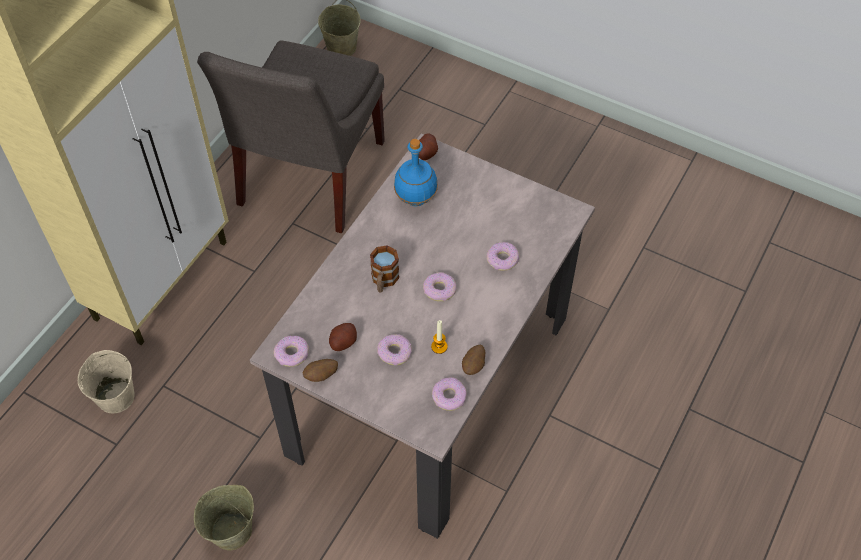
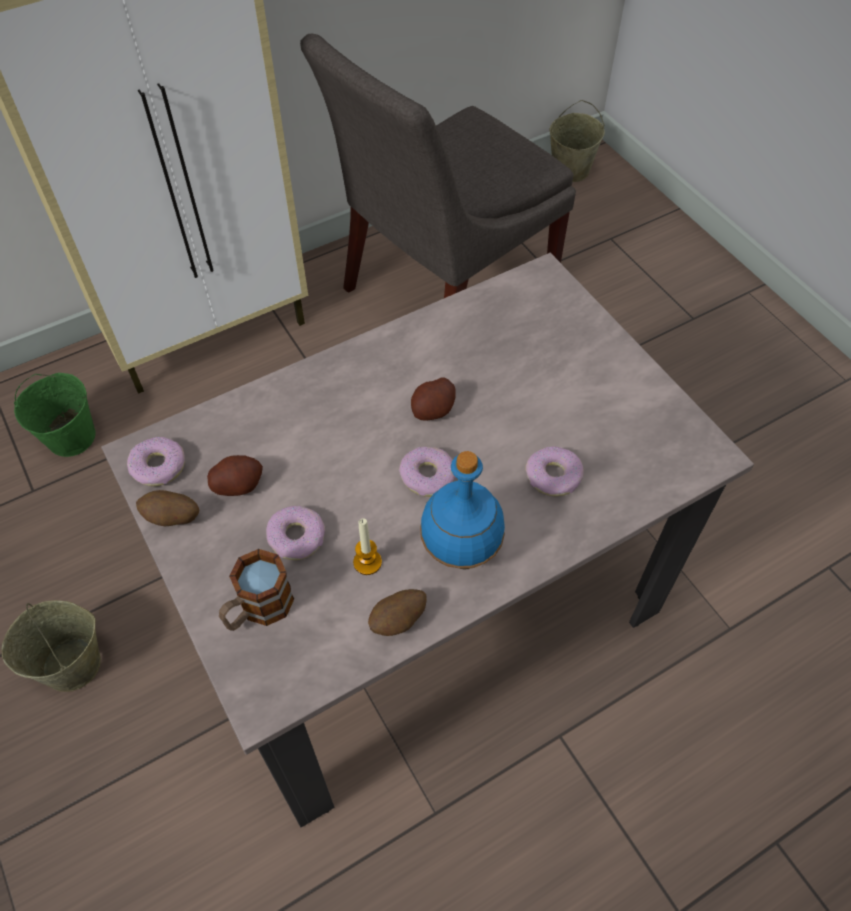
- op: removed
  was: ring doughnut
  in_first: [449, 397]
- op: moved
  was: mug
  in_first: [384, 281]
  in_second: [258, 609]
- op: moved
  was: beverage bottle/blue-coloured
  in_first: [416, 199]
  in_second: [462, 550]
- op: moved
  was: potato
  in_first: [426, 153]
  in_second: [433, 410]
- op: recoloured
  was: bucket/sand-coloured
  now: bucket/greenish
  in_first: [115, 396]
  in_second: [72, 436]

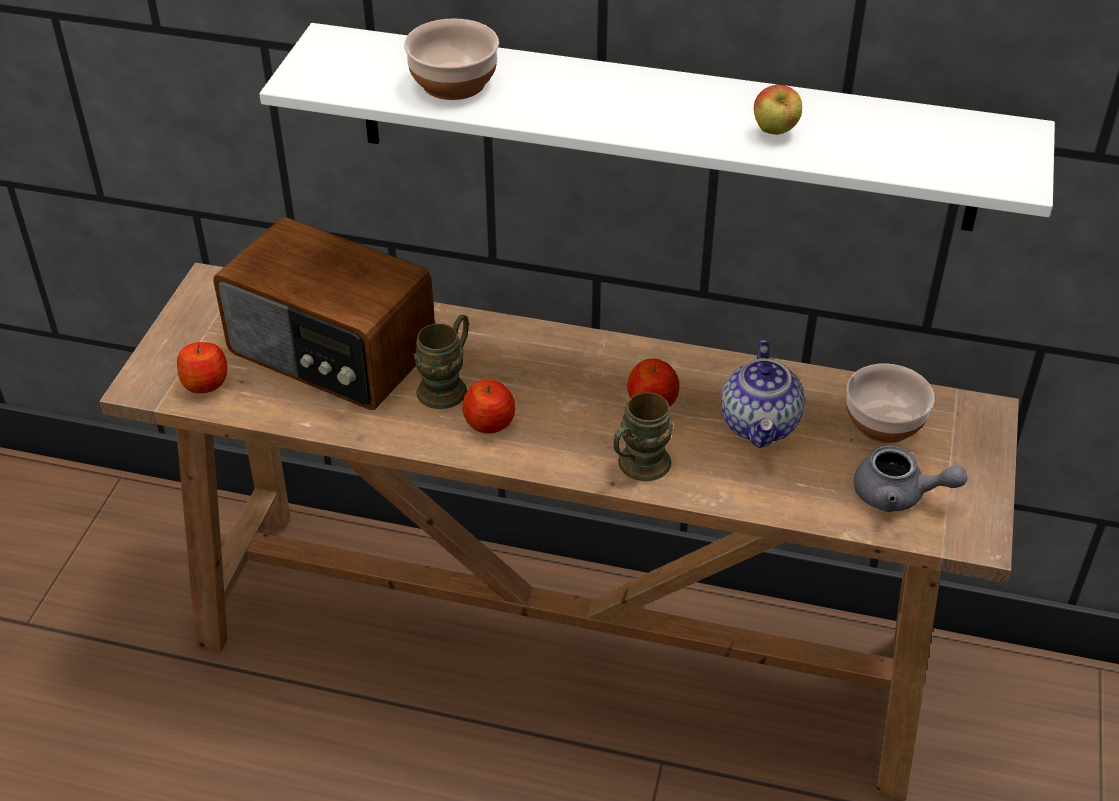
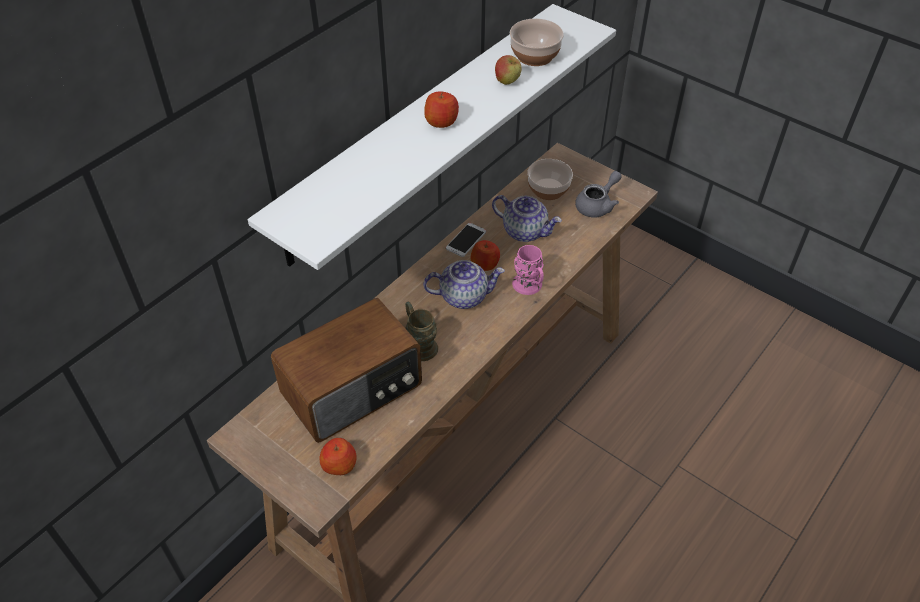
- op: added
  now: teapot
  in_second: [464, 296]
- op: added
  now: phone
  in_second: [466, 240]
- op: moved
  was: bowl
  in_first: [453, 83]
  in_second: [535, 56]
- op: moved
  was: whole apple
  in_first: [490, 423]
  in_second: [441, 121]
- op: recoloured
  was: mug/brown
  now: mug/pink
  in_first: [637, 467]
  in_second: [529, 287]

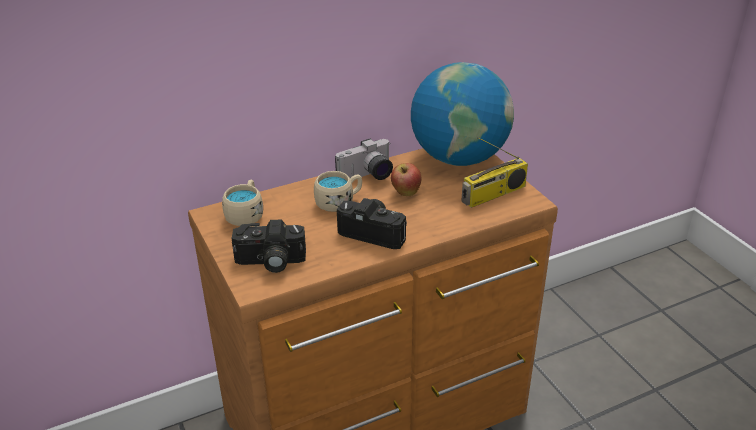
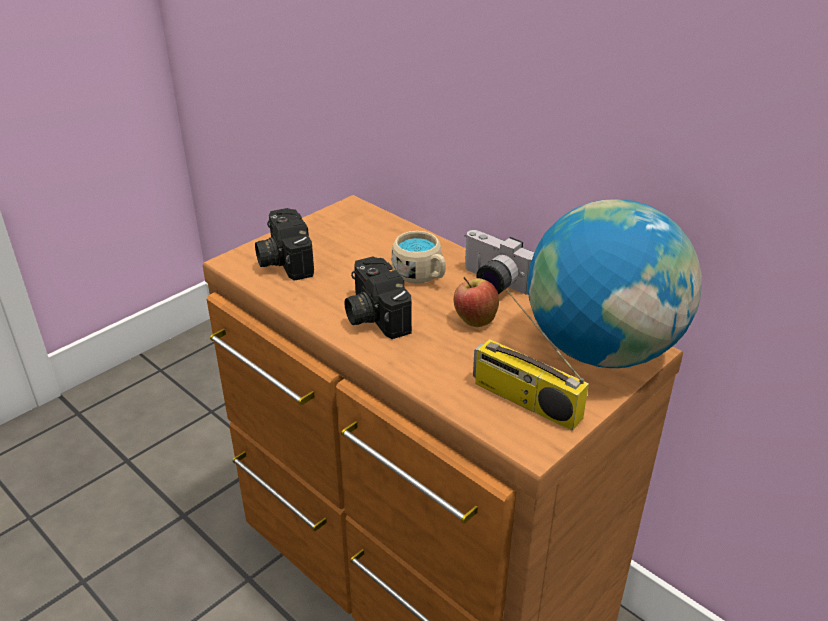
- op: removed
  was: mug/sand-coloured
  in_first: [246, 214]
- op: turned
  was: photo camera
  in_first: [375, 232]
  in_second: [372, 315]
  clockwise: 150

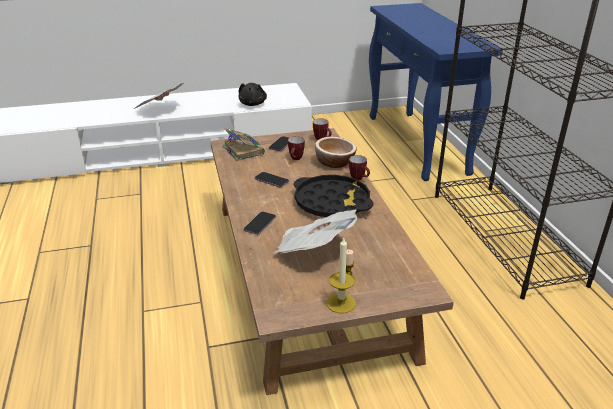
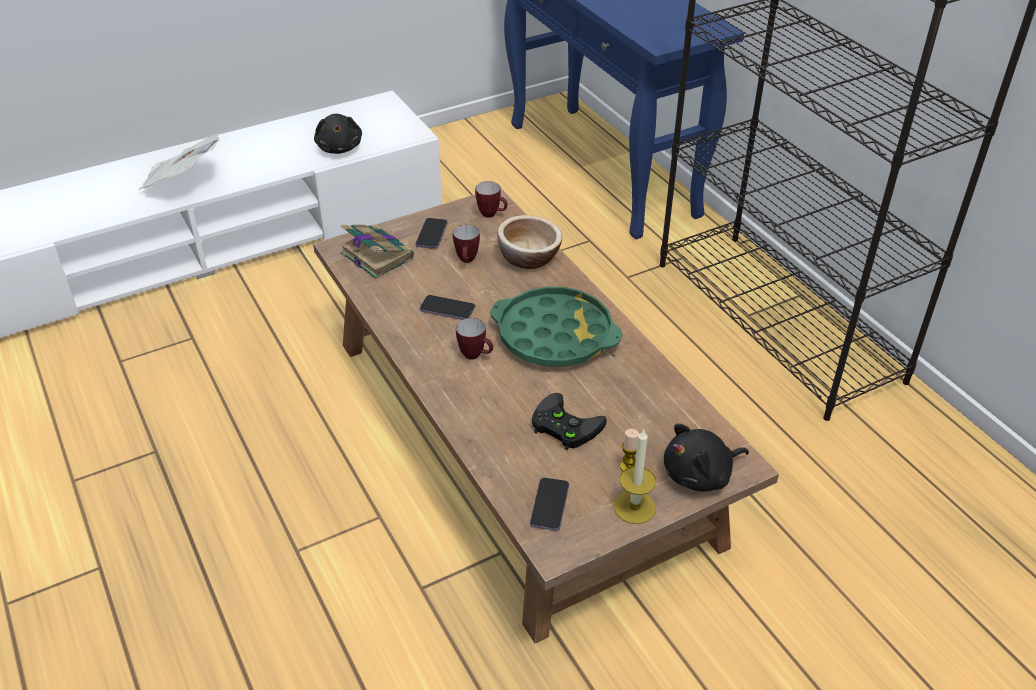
- op: added
  now: plush toy/blackish
  in_second: [700, 475]
- op: moved
  was: phone
  in_first: [260, 224]
  in_second: [549, 505]
- op: moved
  was: mug
  in_first: [359, 179]
  in_second: [476, 355]
- op: replaced
  was: newspaper
  now: game controller/blackish
  in_first: [314, 250]
  in_second: [563, 425]
- op: recoloured
  was: carrying tray/blackish
  now: carrying tray/greenish
  in_first: [332, 202]
  in_second: [555, 335]

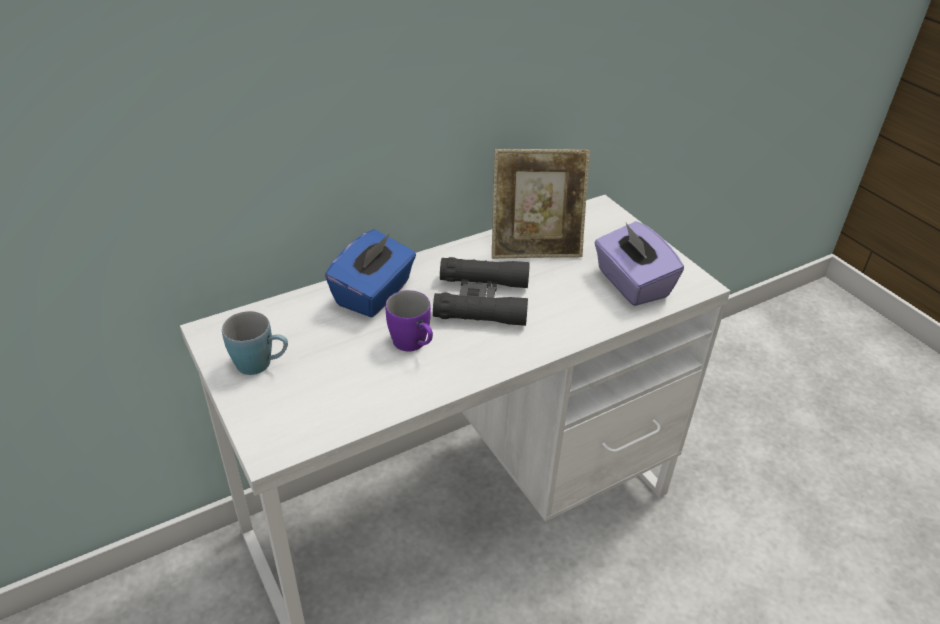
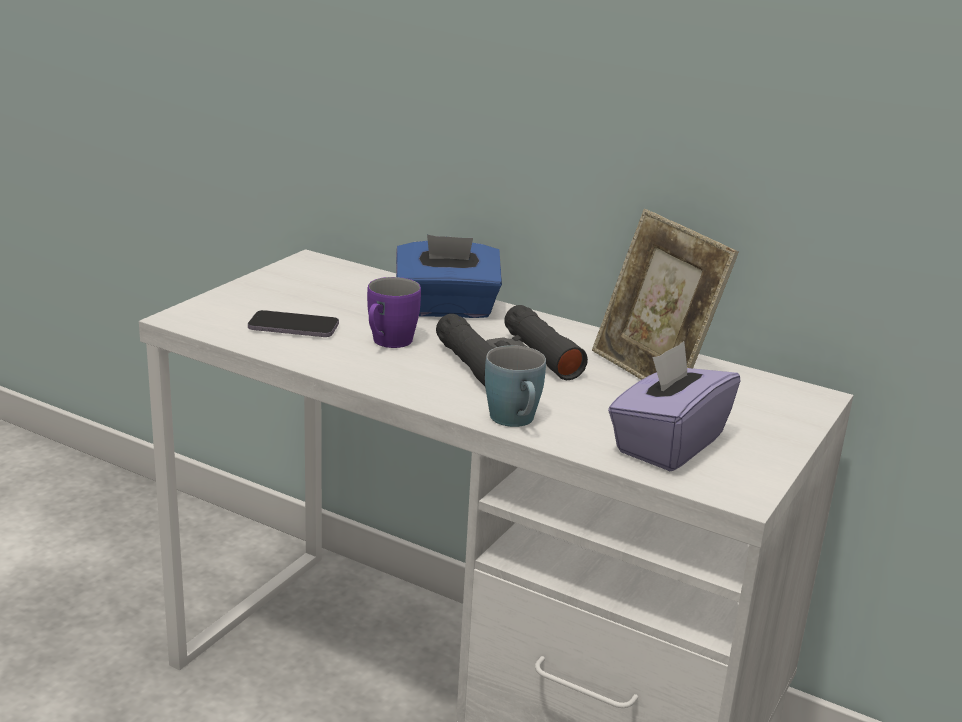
- op: added
  now: phone
  in_second: [293, 327]
- op: moved
  was: mug/blue-coloured
  in_first: [261, 364]
  in_second: [515, 422]

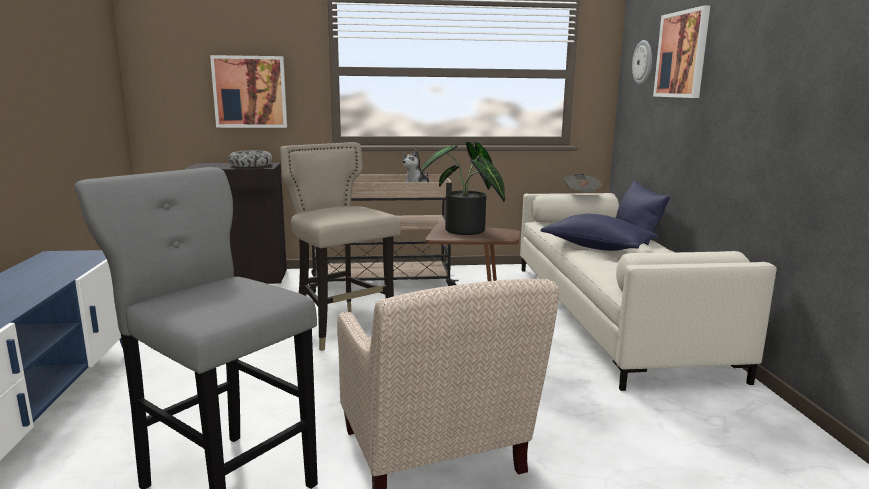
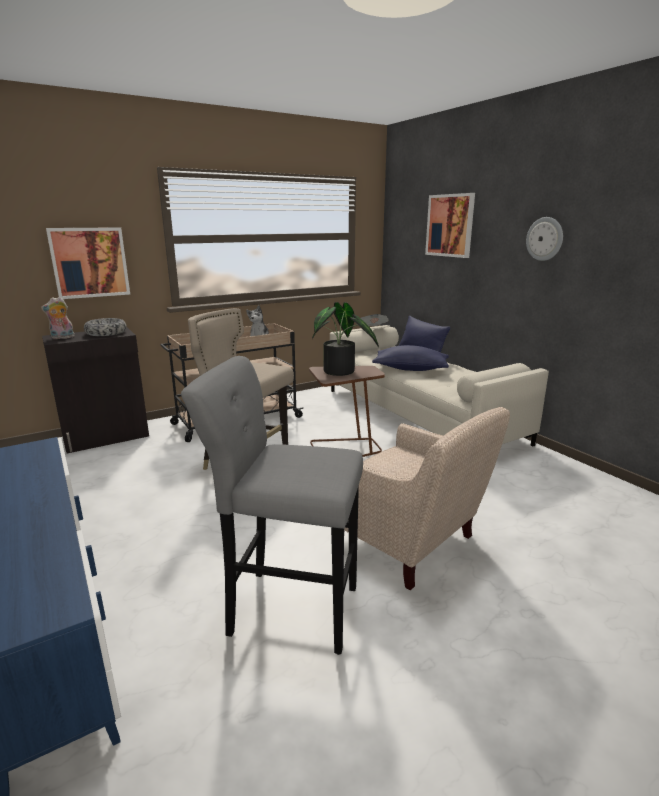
- op: added
  now: plush toy
  in_second: [62, 338]
- op: moved
  was: clock on the wall
  in_first: [643, 62]
  in_second: [545, 239]

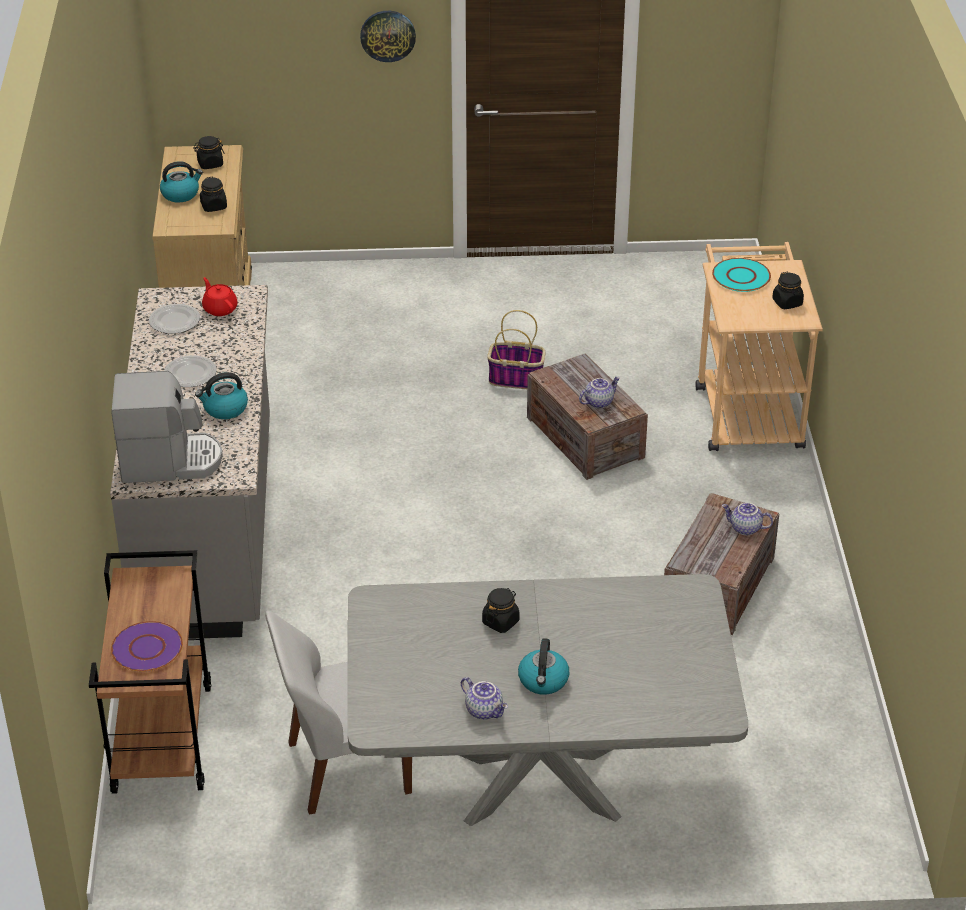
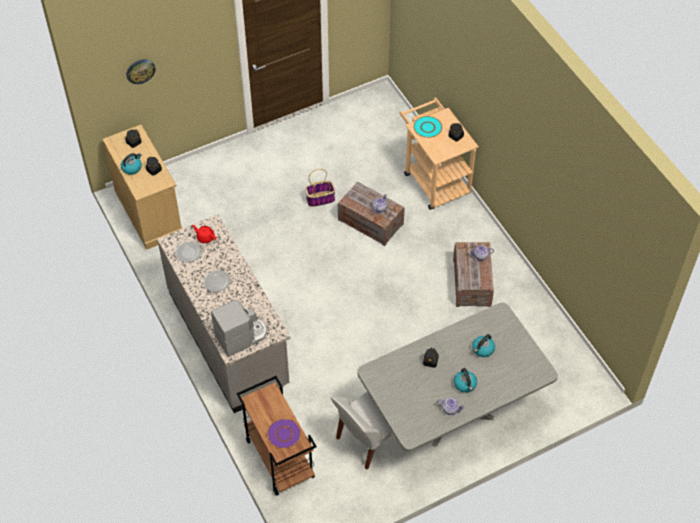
- op: moved
  was: tea kettle
  in_first: [224, 409]
  in_second: [482, 349]
- op: moved
  was: clock on the wall
  in_first: [388, 35]
  in_second: [140, 71]

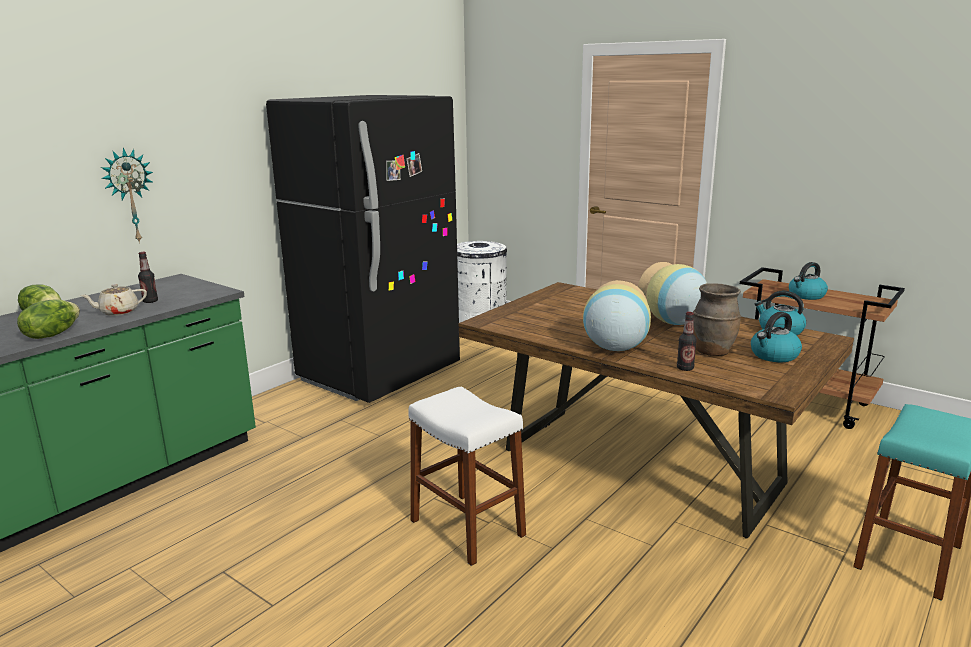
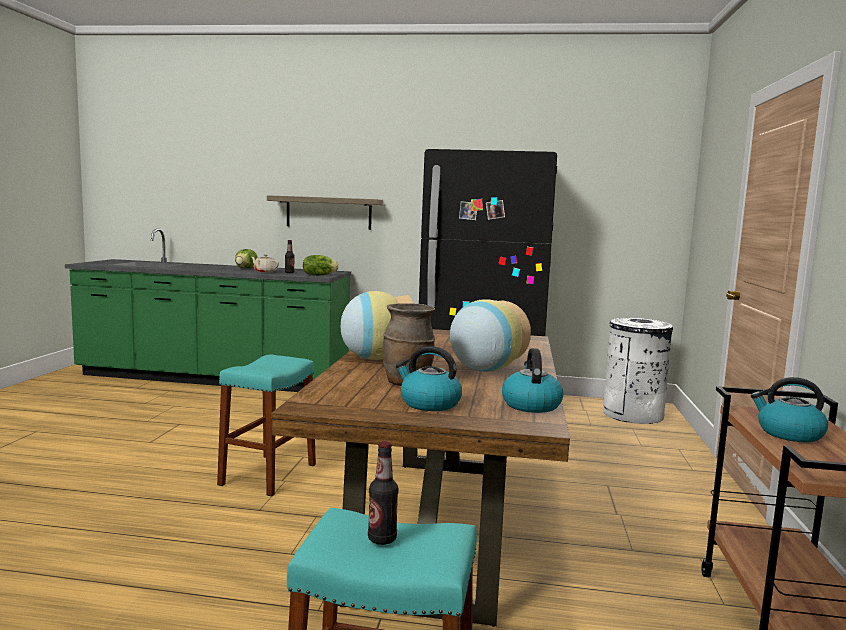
- op: moved
  was: lettuce
  in_first: [52, 334]
  in_second: [319, 275]
- op: moved
  was: beverage bottle
  in_first: [685, 368]
  in_second: [382, 539]
- op: replaced
  was: clock on the wall
  now: bracket shelf
  in_first: [129, 196]
  in_second: [328, 213]
- op: recoloured
  was: sitting stool/white-coloured
  now: sitting stool/turquoise-coloured
  in_first: [467, 528]
  in_second: [268, 474]

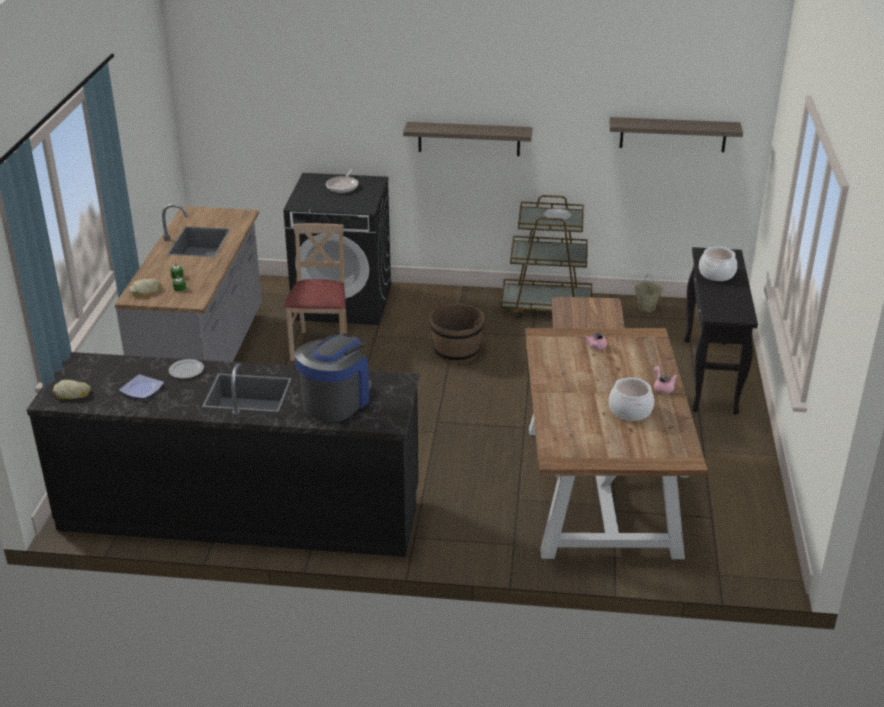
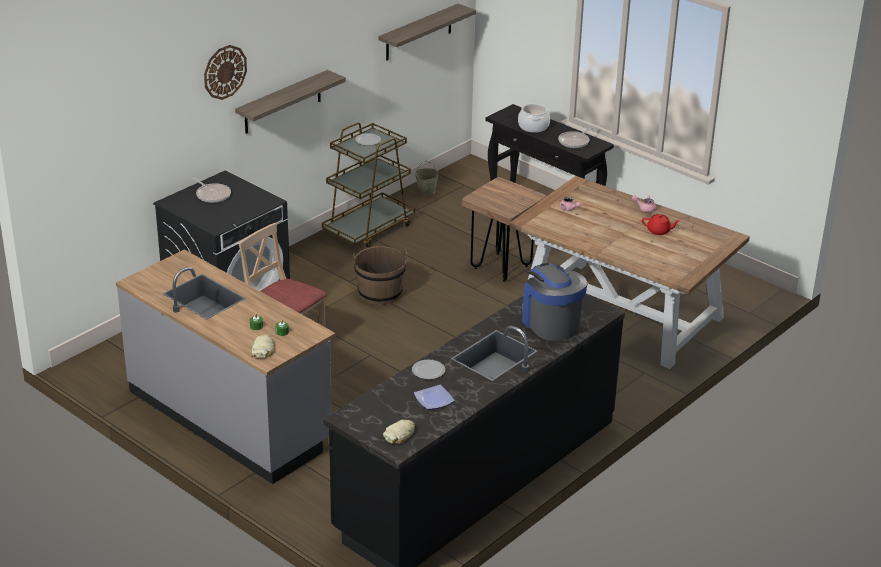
- op: added
  now: clock on the wall
  in_second: [224, 72]
- op: added
  now: pan
  in_second: [575, 142]
- op: replaced
  was: saucepot
  now: teapot/red
  in_first: [630, 410]
  in_second: [659, 231]

